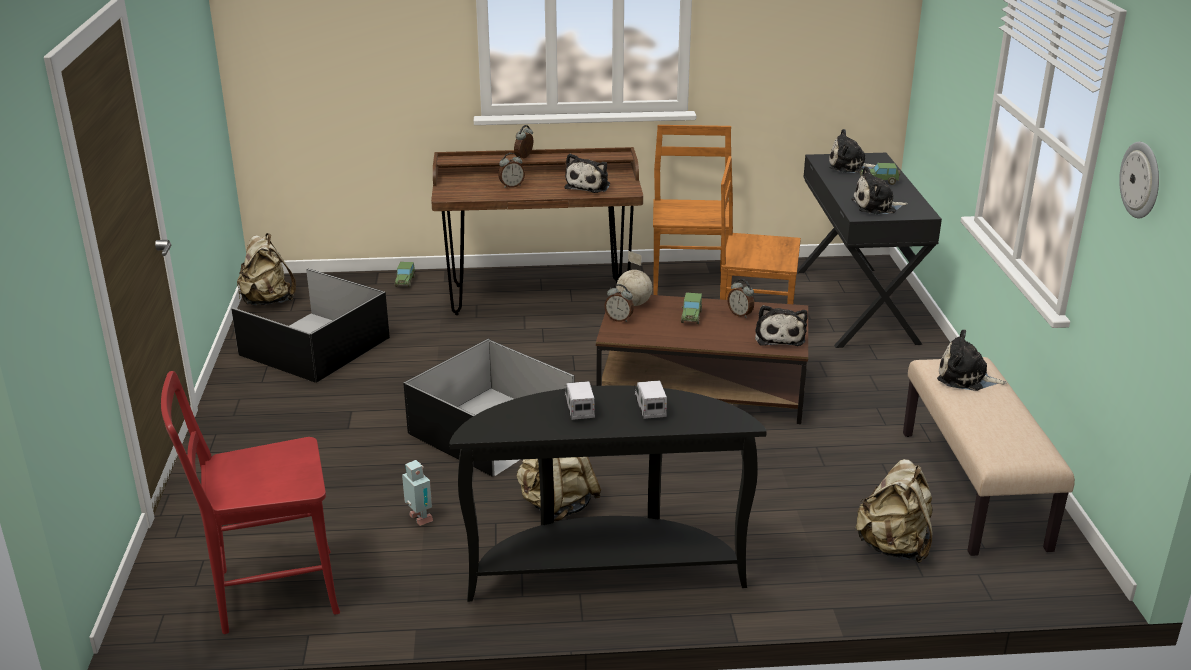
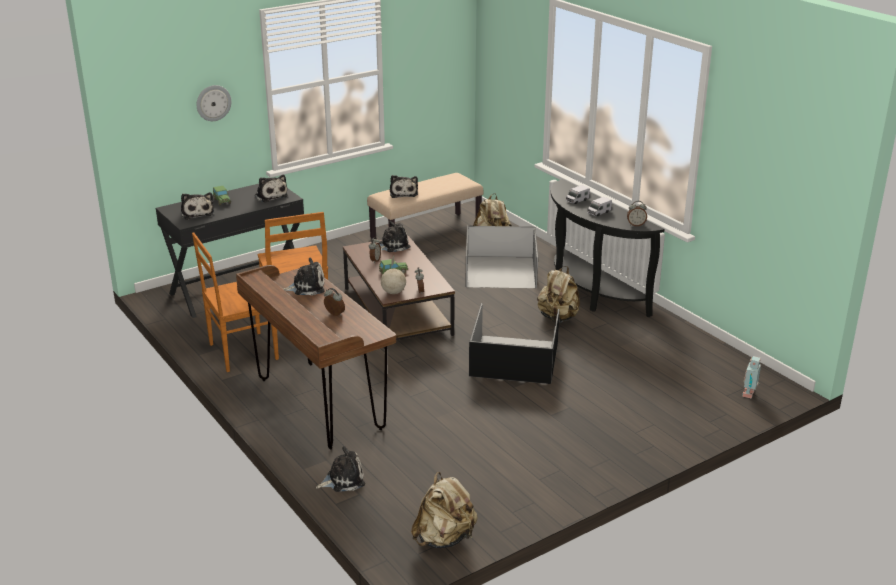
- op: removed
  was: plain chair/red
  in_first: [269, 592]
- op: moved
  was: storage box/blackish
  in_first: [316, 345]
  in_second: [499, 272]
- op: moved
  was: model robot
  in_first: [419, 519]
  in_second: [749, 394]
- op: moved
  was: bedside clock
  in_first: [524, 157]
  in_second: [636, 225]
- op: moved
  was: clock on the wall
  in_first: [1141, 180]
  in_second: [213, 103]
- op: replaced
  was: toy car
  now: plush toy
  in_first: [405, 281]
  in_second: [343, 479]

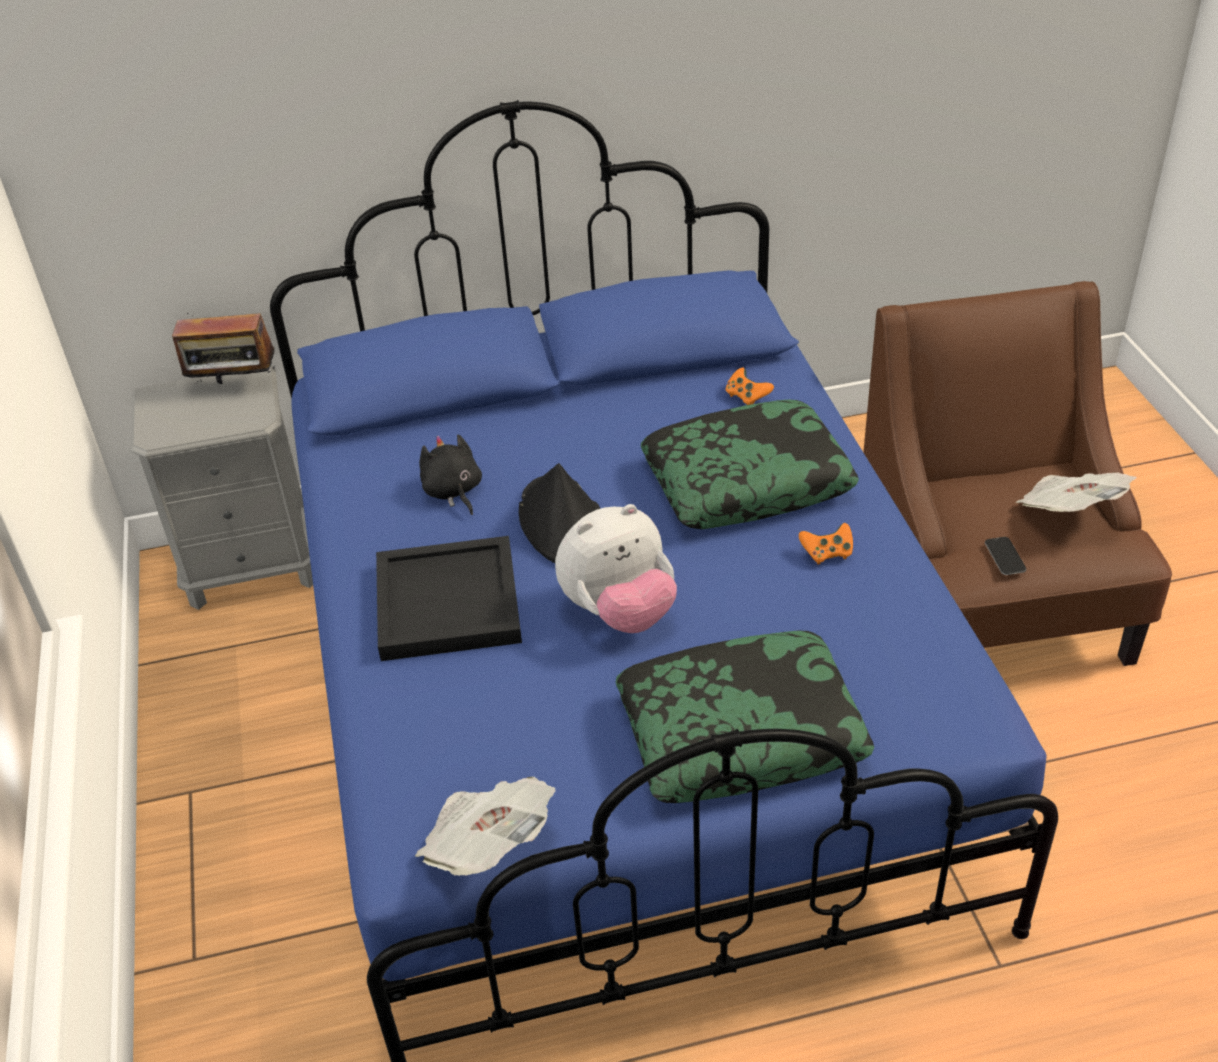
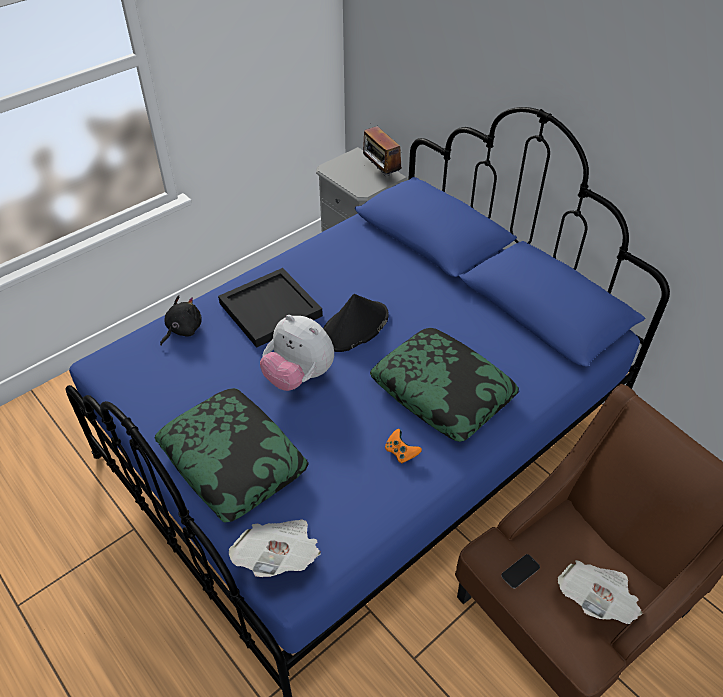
- op: removed
  was: game controller/orange
  in_first: [747, 397]
- op: moved
  was: newspaper
  in_first: [488, 845]
  in_second: [279, 557]
- op: moved
  was: plush toy/blackish
  in_first: [453, 492]
  in_second: [182, 330]

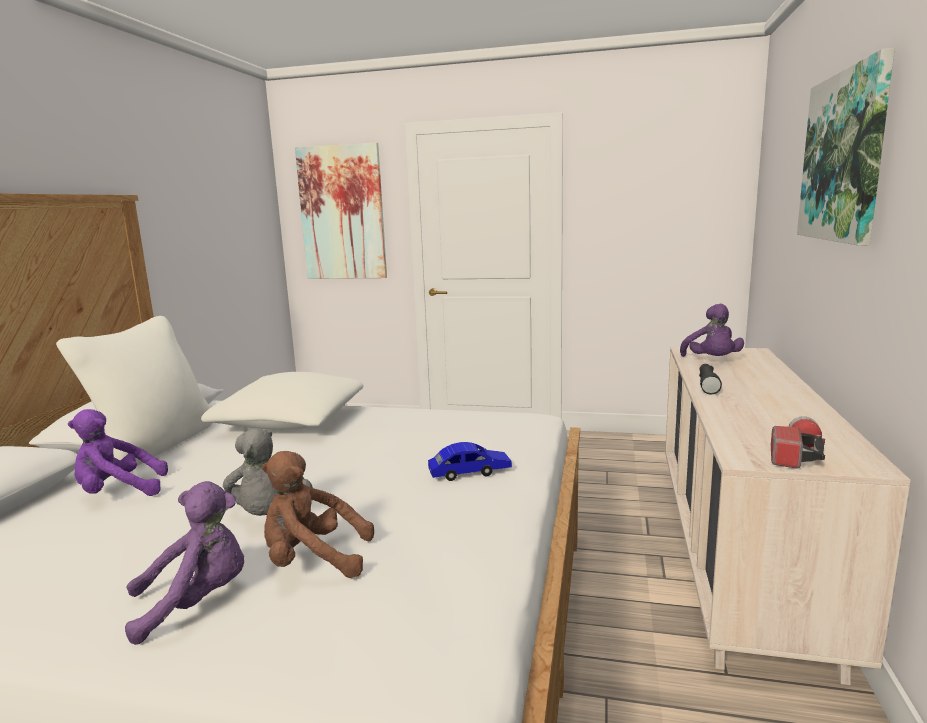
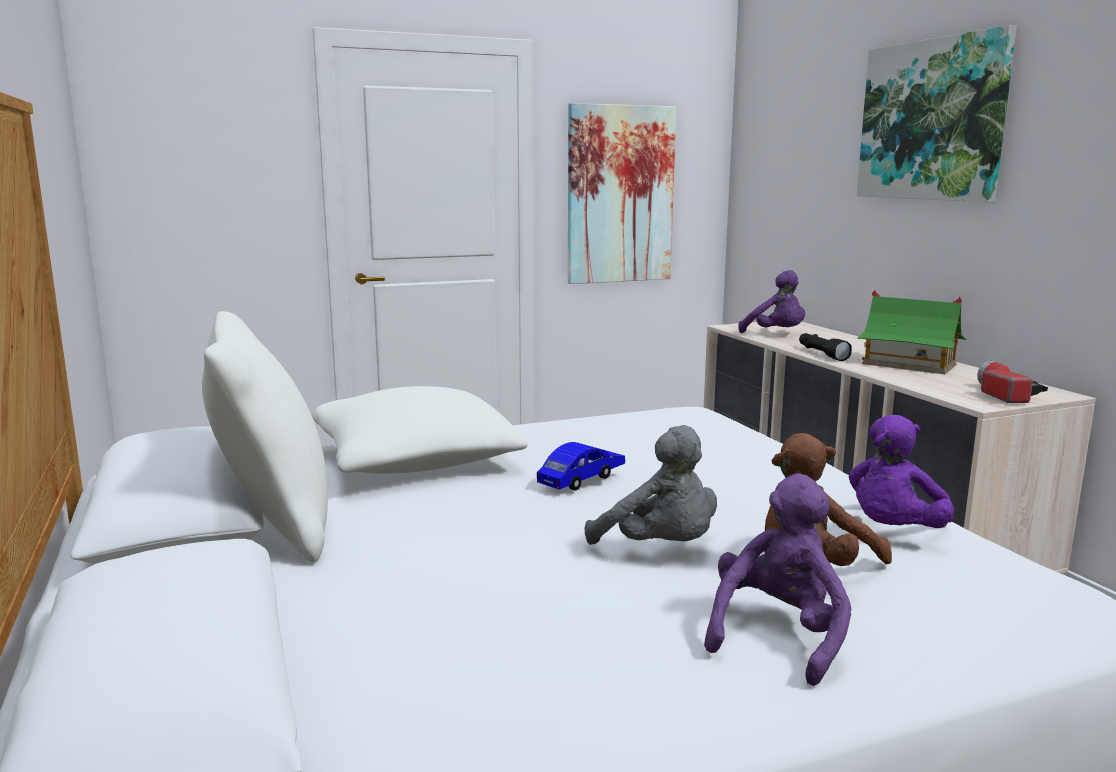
- op: added
  now: toy house
  in_second: [908, 364]
- op: moved
  was: plush toy/purplish
  in_first: [118, 492]
  in_second: [893, 532]
- op: moved
  was: picture
  in_first: [342, 213]
  in_second: [620, 195]
- op: moved
  was: toy car/blue-coloured
  in_first: [470, 472]
  in_second: [582, 479]

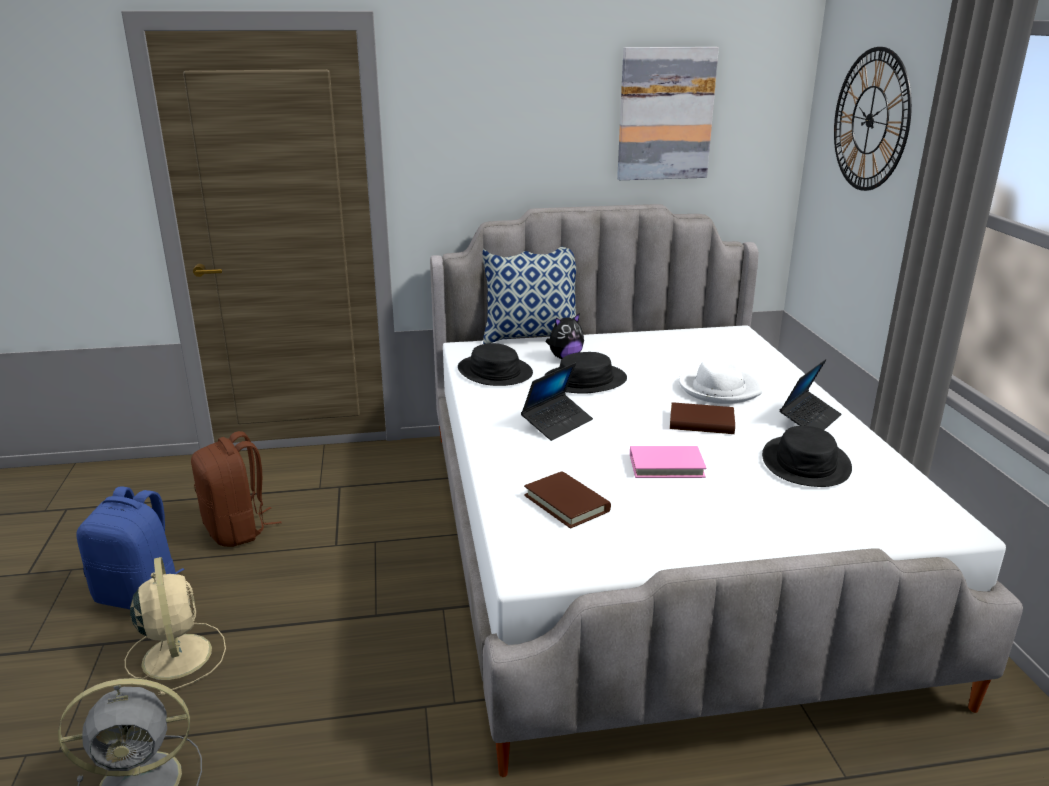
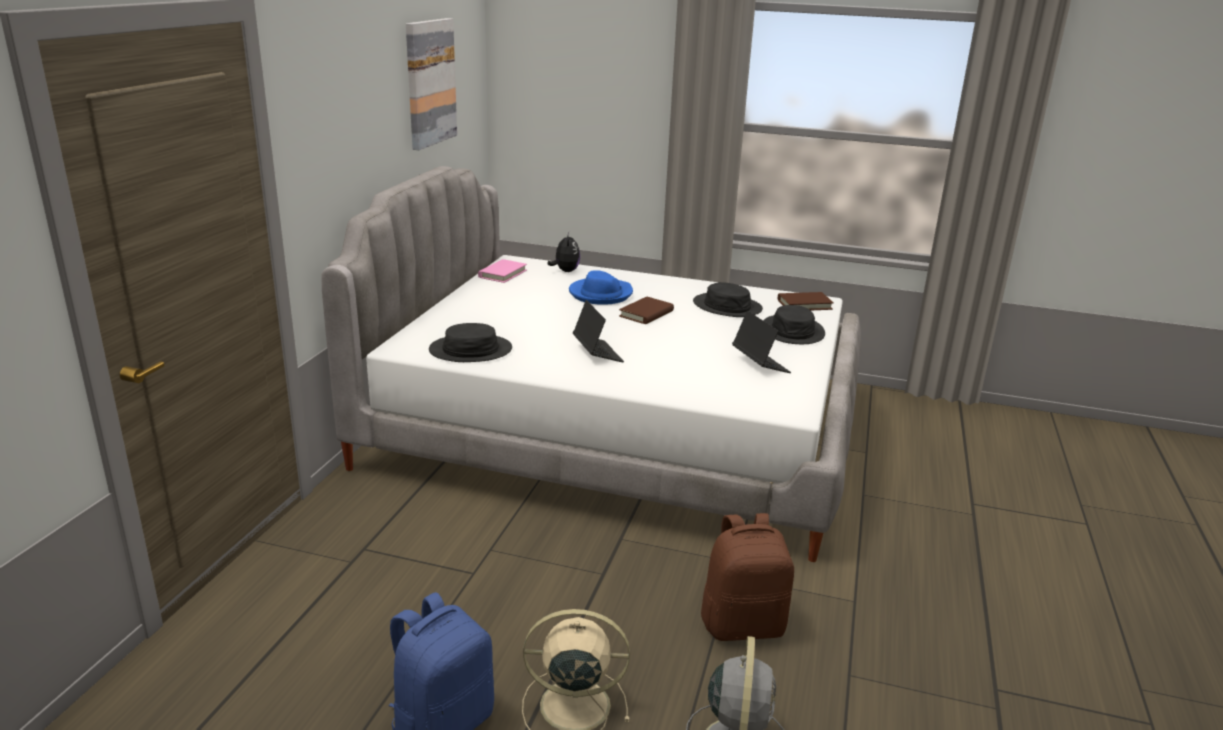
- op: removed
  was: throw pillow
  in_first: [531, 336]
- op: removed
  was: clock on the wall
  in_first: [870, 120]
- op: moved
  was: knapsack/brown
  in_first: [237, 530]
  in_second: [743, 624]
- op: moved
  was: bound book/brown
  in_first: [566, 503]
  in_second: [804, 304]
- op: moved
  was: wearable hat/blackish
  in_first: [585, 380]
  in_second: [793, 331]
- op: moved
  was: plush toy
  in_first: [565, 357]
  in_second: [565, 271]
- op: moved
  was: bound book/pink
  in_first: [666, 466]
  in_second: [502, 274]
- op: moved
  was: portable computer
  in_first: [809, 419]
  in_second: [760, 364]
- op: recoloured
  was: wearable hat/white-coloured
  now: wearable hat/blue-coloured
  in_first: [718, 388]
  in_second: [600, 294]

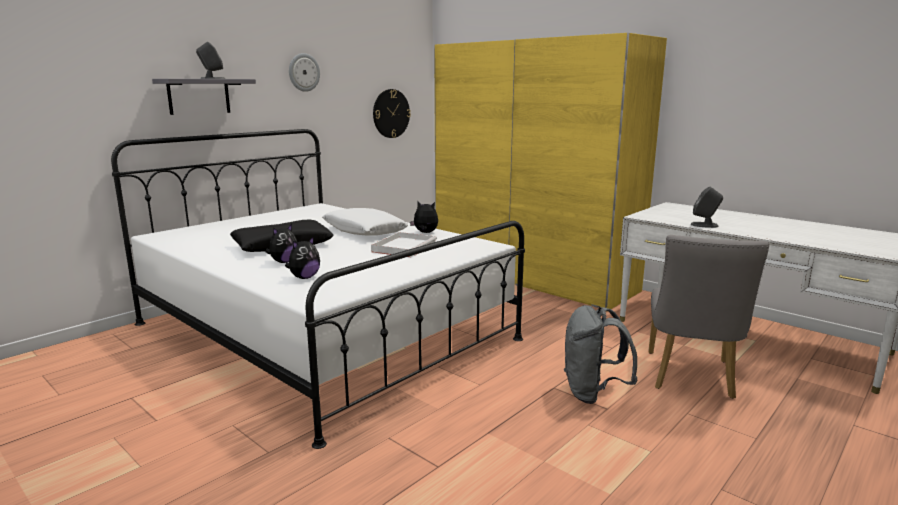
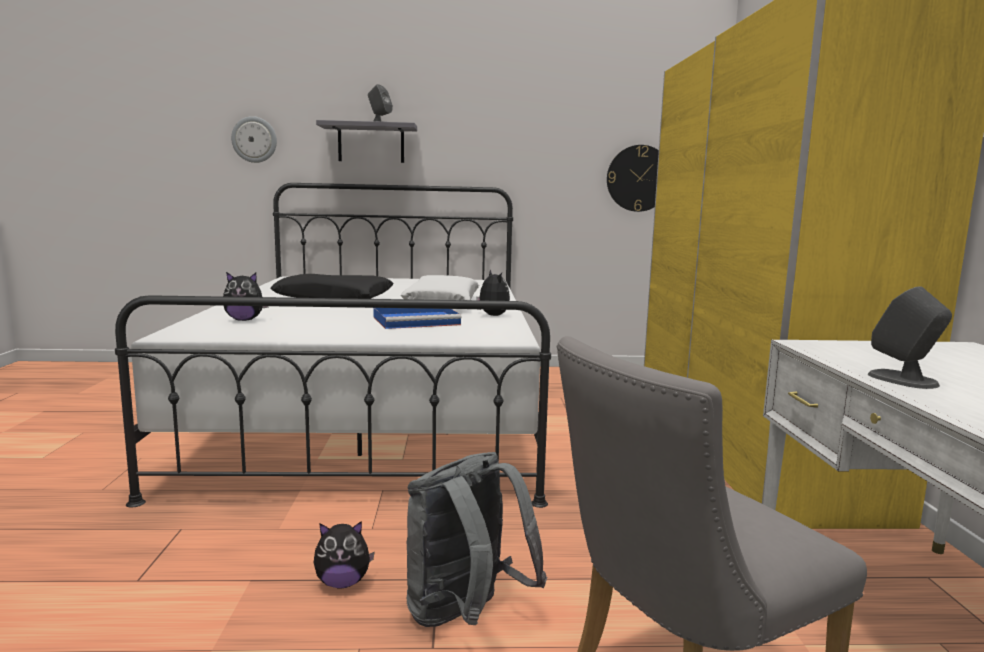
- op: moved
  was: plush toy
  in_first: [283, 262]
  in_second: [342, 583]
- op: moved
  was: clock on the wall
  in_first: [303, 72]
  in_second: [254, 139]
- op: recoloured
  was: carrying tray/white-coloured
  now: carrying tray/blue-coloured
  in_first: [404, 247]
  in_second: [418, 321]

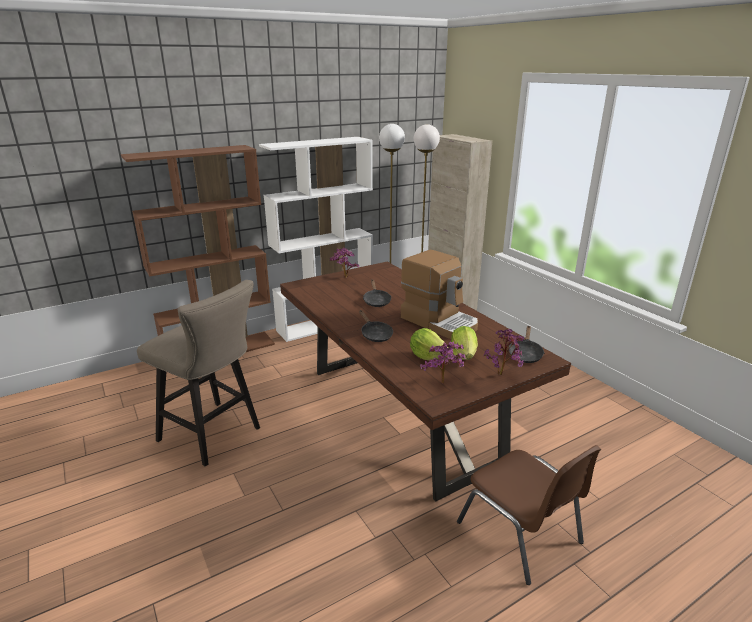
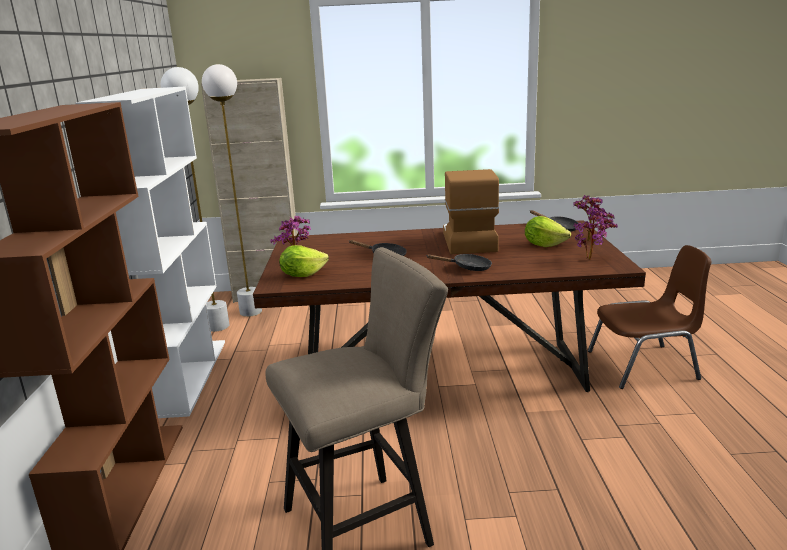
- op: moved
  was: lettuce
  in_first: [428, 356]
  in_second: [302, 275]
- op: turned
  was: coffee maker
  in_first: [440, 321]
  in_second: [467, 241]
  clockwise: -75

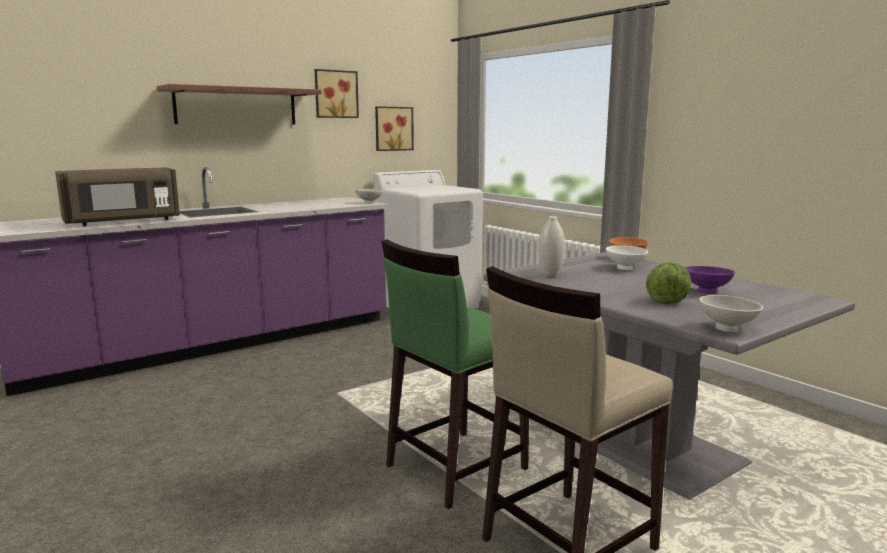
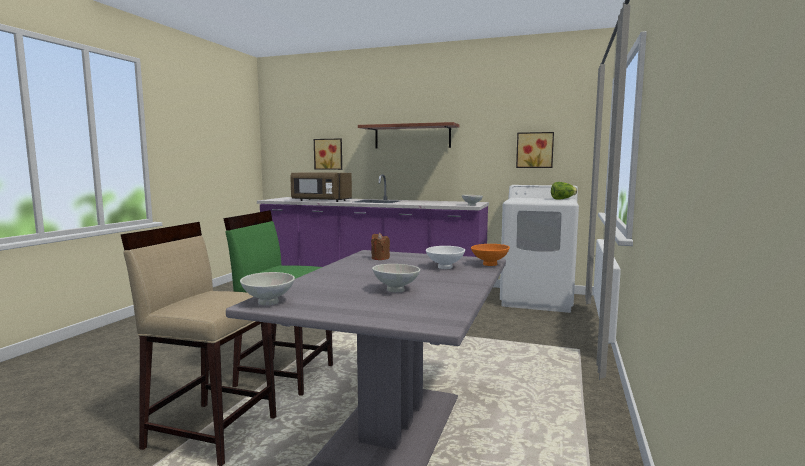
- op: moved
  was: picture
  in_first: [335, 94]
  in_second: [329, 154]
- op: moved
  was: lettuce
  in_first: [668, 300]
  in_second: [562, 199]
- op: replaced
  was: decorative vase/white-coloured
  now: wax light/brown
  in_first: [550, 275]
  in_second: [380, 258]
- op: recoloured
  was: bowl/purplish
  now: bowl/white-coloured
  in_first: [705, 291]
  in_second: [395, 289]

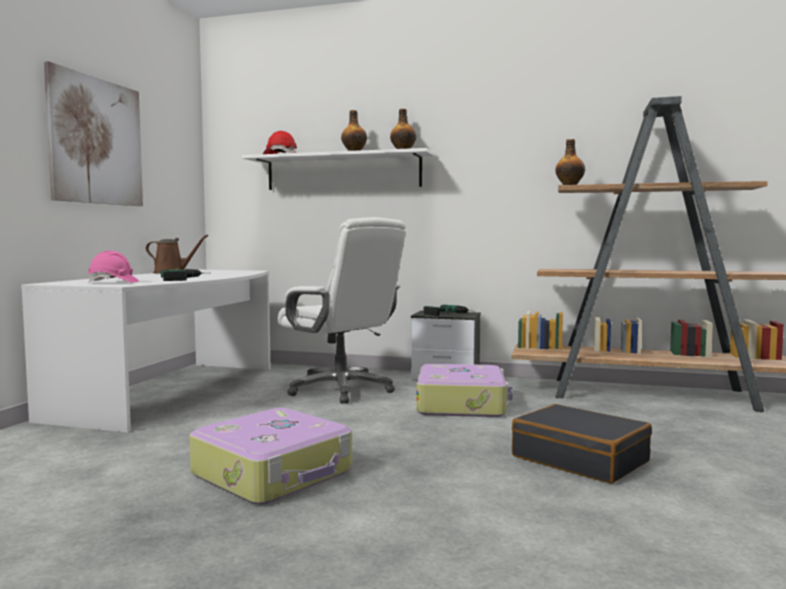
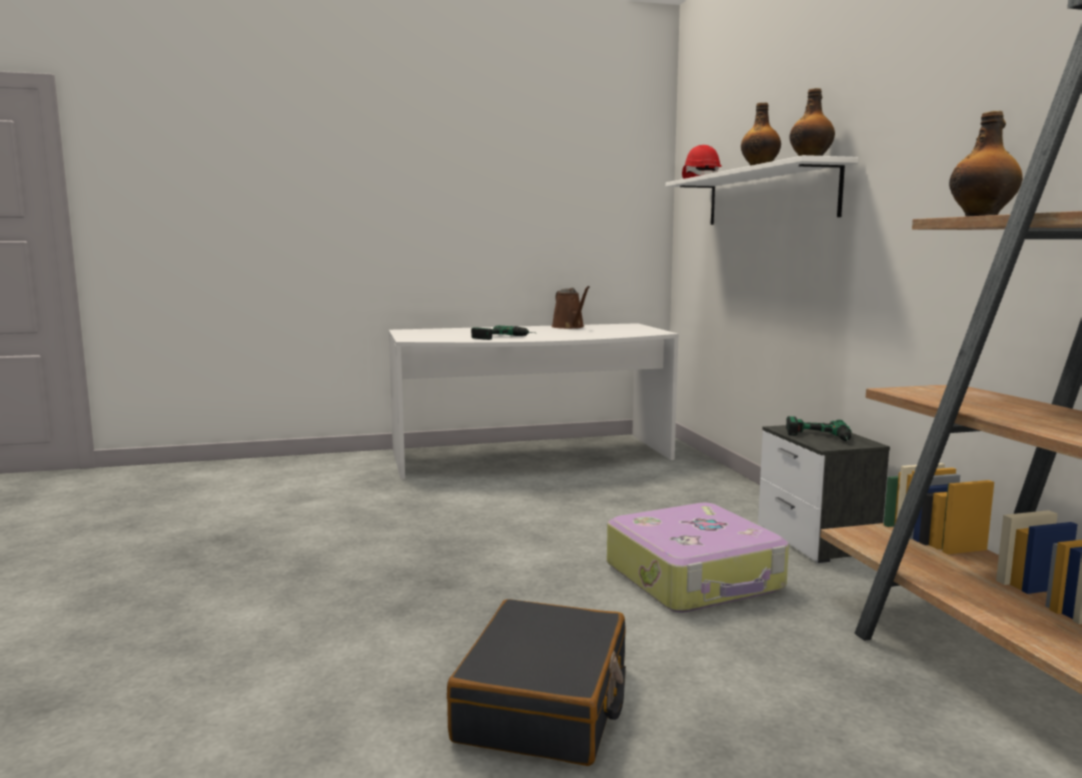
- op: removed
  was: picture
  in_first: [96, 141]
- op: removed
  was: safety helmet/pink
  in_first: [113, 282]
- op: removed
  was: suitcase
  in_first: [274, 473]
- op: removed
  was: computer chair/white-coloured
  in_first: [341, 390]

